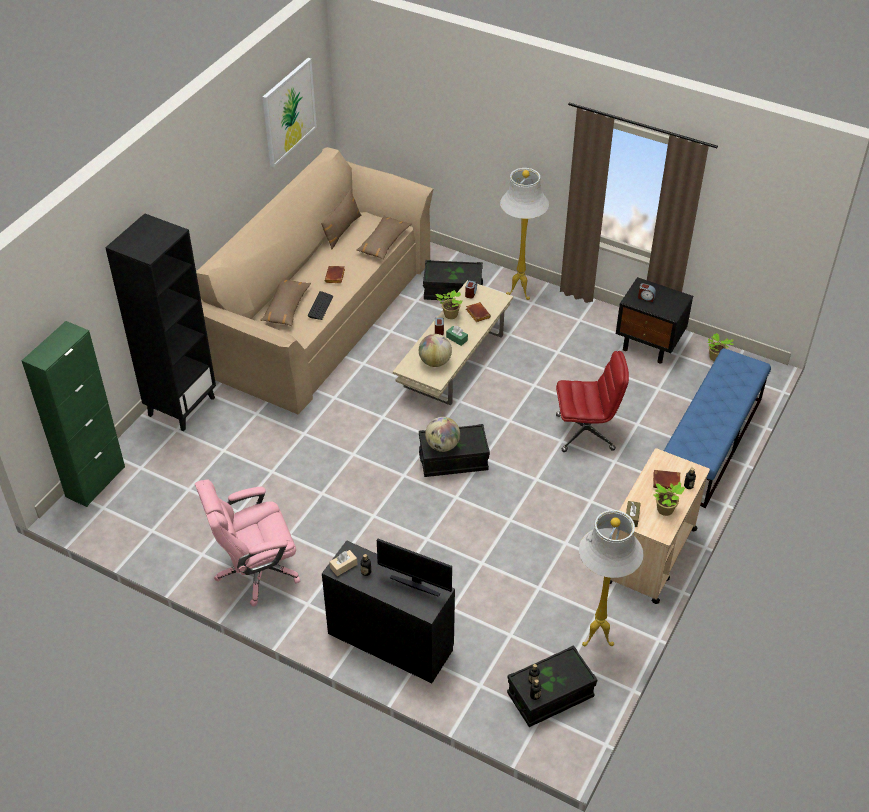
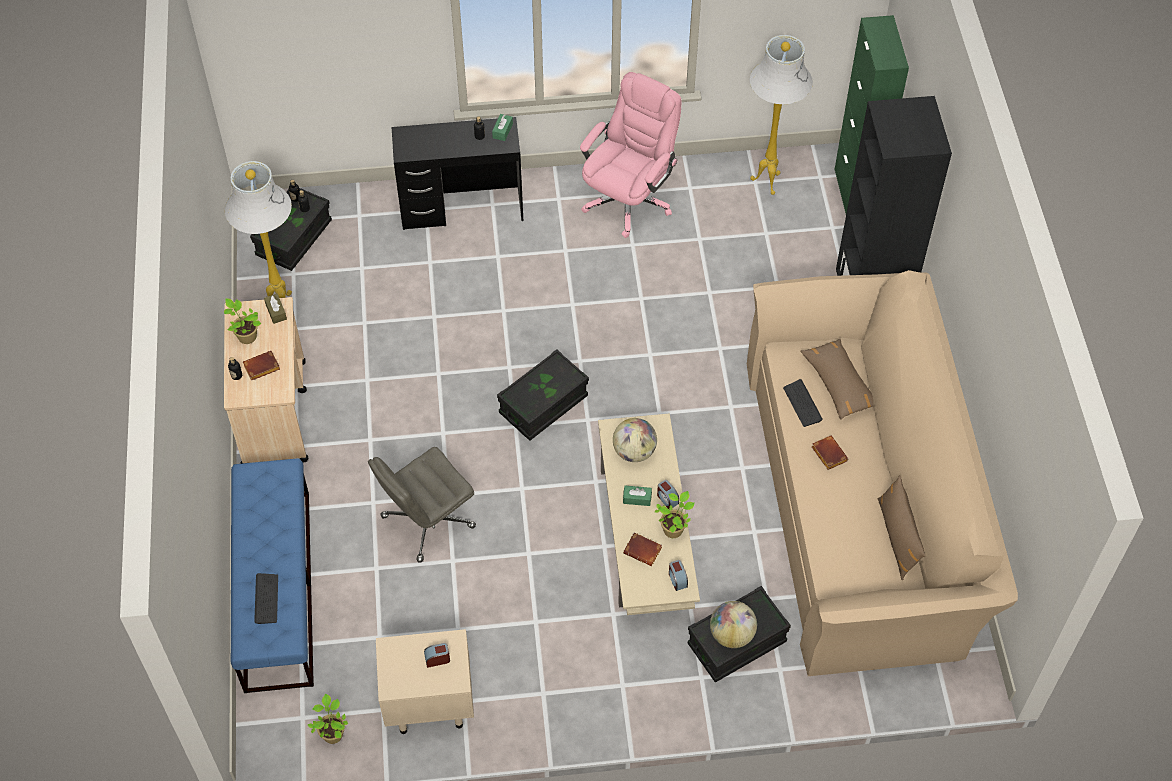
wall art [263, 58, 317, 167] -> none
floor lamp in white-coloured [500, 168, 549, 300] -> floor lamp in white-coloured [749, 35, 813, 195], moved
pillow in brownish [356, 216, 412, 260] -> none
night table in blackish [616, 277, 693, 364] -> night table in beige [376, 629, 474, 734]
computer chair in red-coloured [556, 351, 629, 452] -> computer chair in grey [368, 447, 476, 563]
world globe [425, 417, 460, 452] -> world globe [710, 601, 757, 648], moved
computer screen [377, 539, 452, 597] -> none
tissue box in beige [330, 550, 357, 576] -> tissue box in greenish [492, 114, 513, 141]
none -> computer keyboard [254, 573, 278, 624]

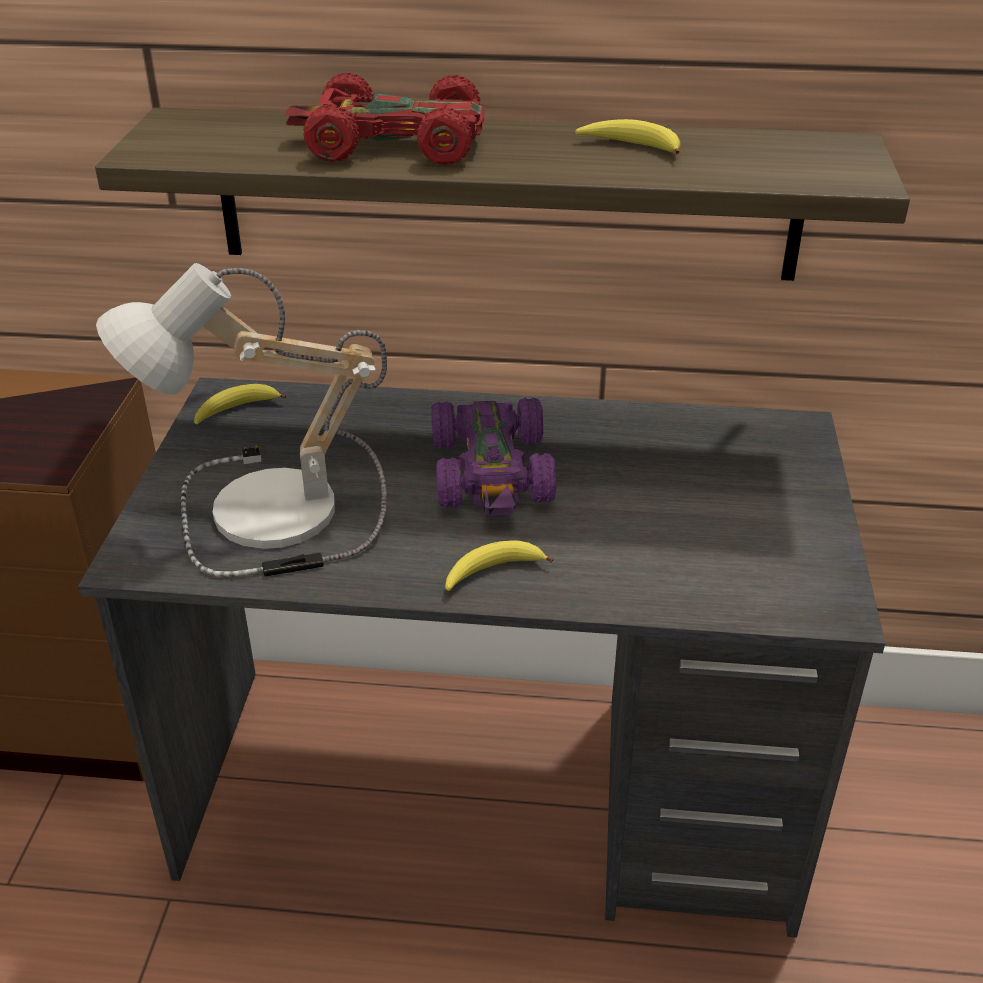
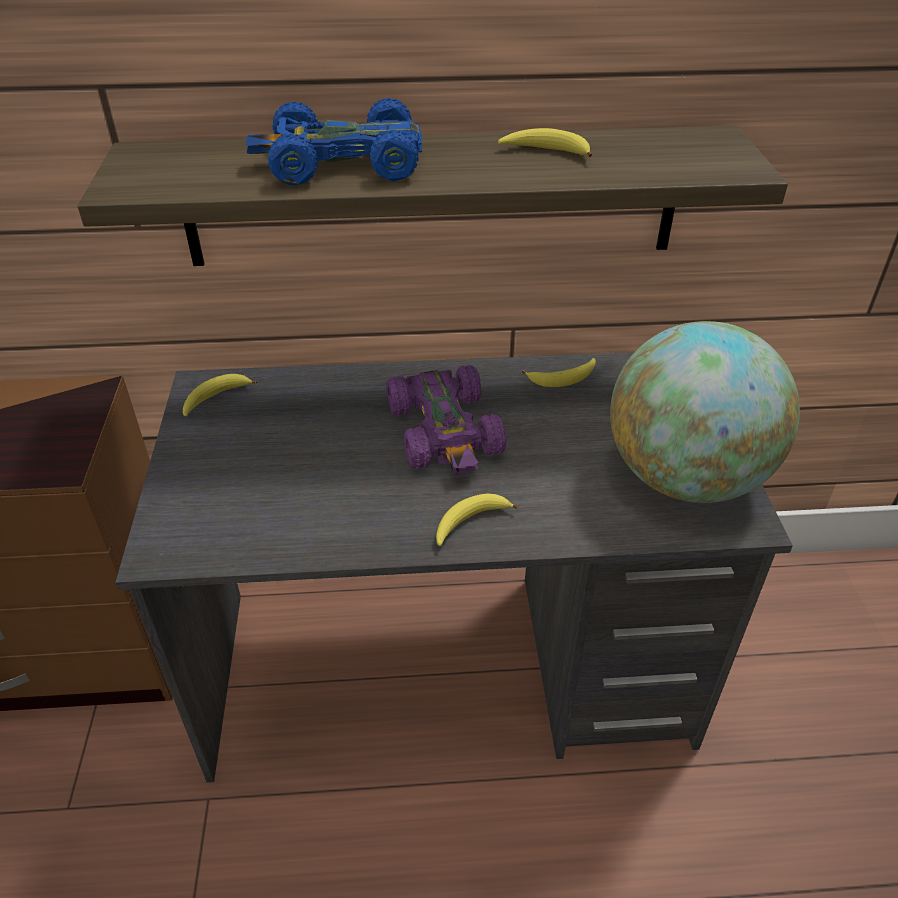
model car in red-coloured [285, 73, 485, 165] -> model car in blue-coloured [245, 98, 422, 185]
lamp for a table [96, 263, 387, 577] -> none
none -> world globe [610, 321, 800, 503]
none -> whole banana [522, 358, 596, 387]

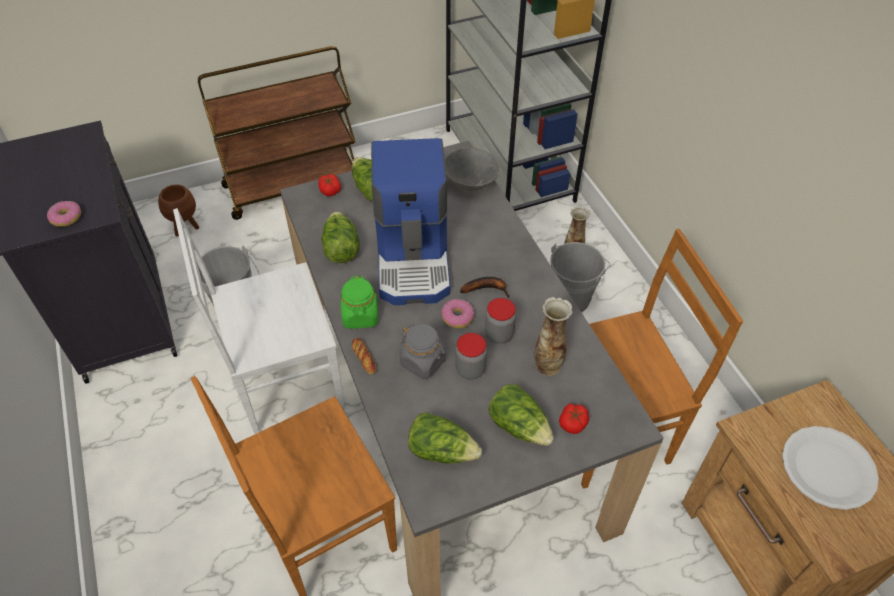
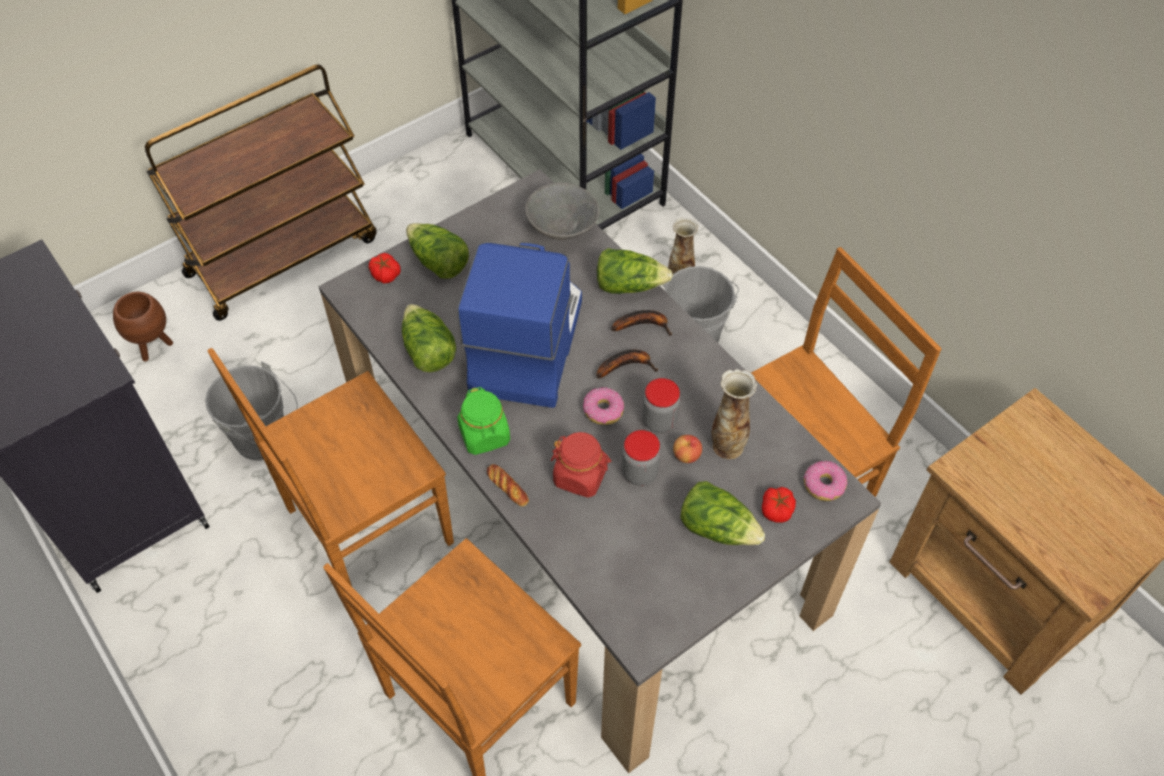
coffee machine [371, 138, 450, 305] -> coffee machine [457, 242, 582, 408], 150 degrees counterclockwise
doughnut [47, 201, 81, 227] -> doughnut [804, 461, 847, 501], moved
upright chair in white-coloured [173, 208, 345, 434] -> upright chair in brownish [207, 348, 454, 586]
preserve jar in grey [400, 324, 446, 379] -> preserve jar in red-coloured [551, 432, 611, 498]
head of lettuce [408, 412, 482, 464] -> head of lettuce [597, 248, 673, 294], moved
plate in white-coloured [782, 426, 879, 510] -> none
none -> whole banana [611, 310, 672, 336]
none -> apple [673, 435, 702, 463]

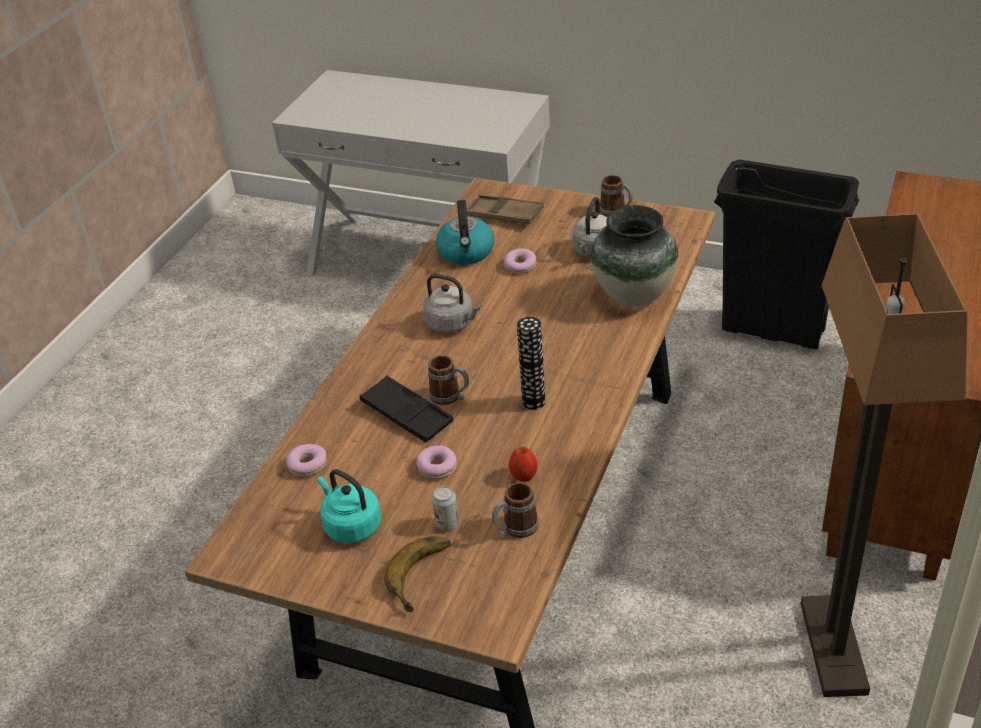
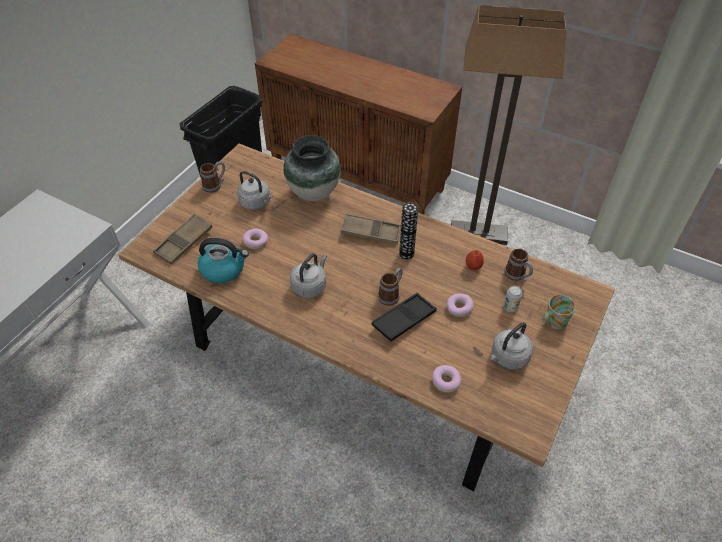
water kettle in blue-green [318, 469, 381, 543] -> water kettle in grey [490, 322, 533, 370]
whole banana [385, 536, 451, 612] -> mug [542, 295, 575, 330]
none -> serving tray in brownish [341, 213, 401, 245]

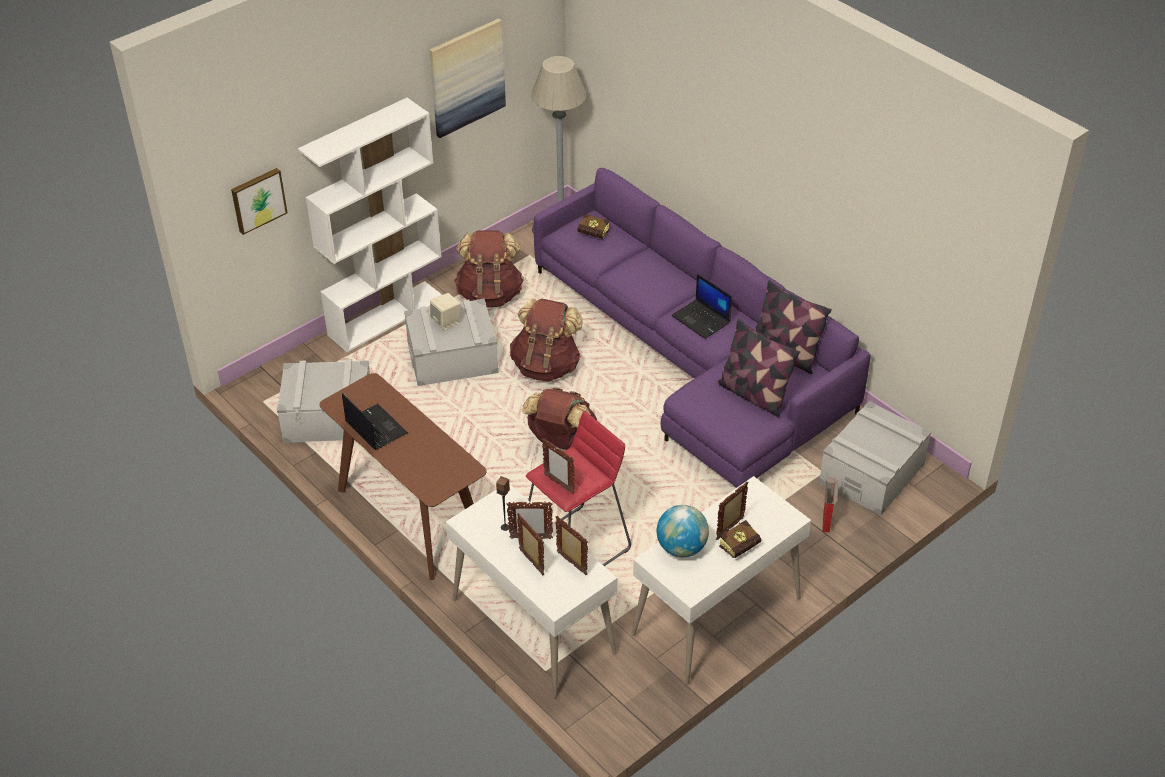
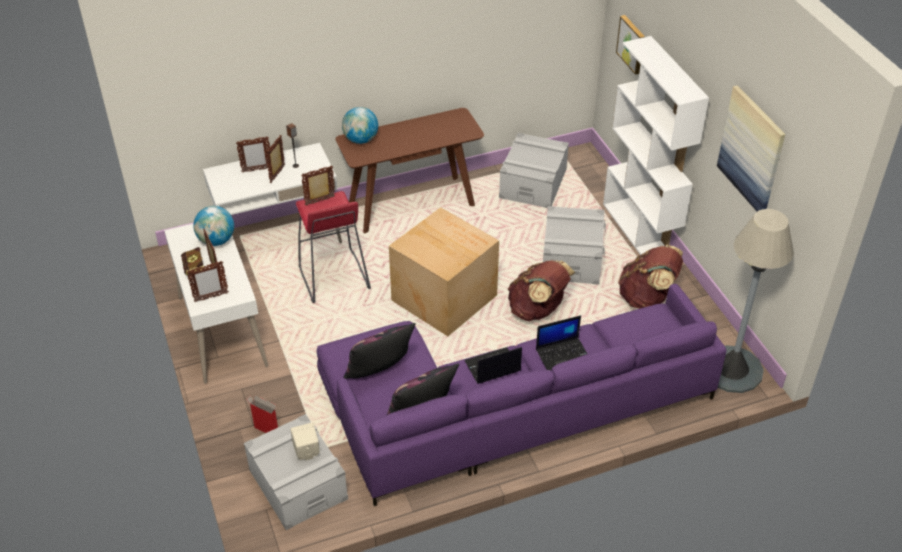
volume [577, 213, 613, 239] -> none
audio speaker in beige [430, 293, 461, 331] -> audio speaker in beige [290, 422, 320, 461], moved
backpack in brownish [522, 387, 597, 450] -> cardboard box [389, 207, 499, 336]
notebook computer [342, 393, 408, 450] -> notebook computer [536, 315, 587, 370], moved
picture frame [555, 515, 588, 575] -> picture frame [186, 261, 229, 302], moved
none -> world globe [342, 107, 378, 144]

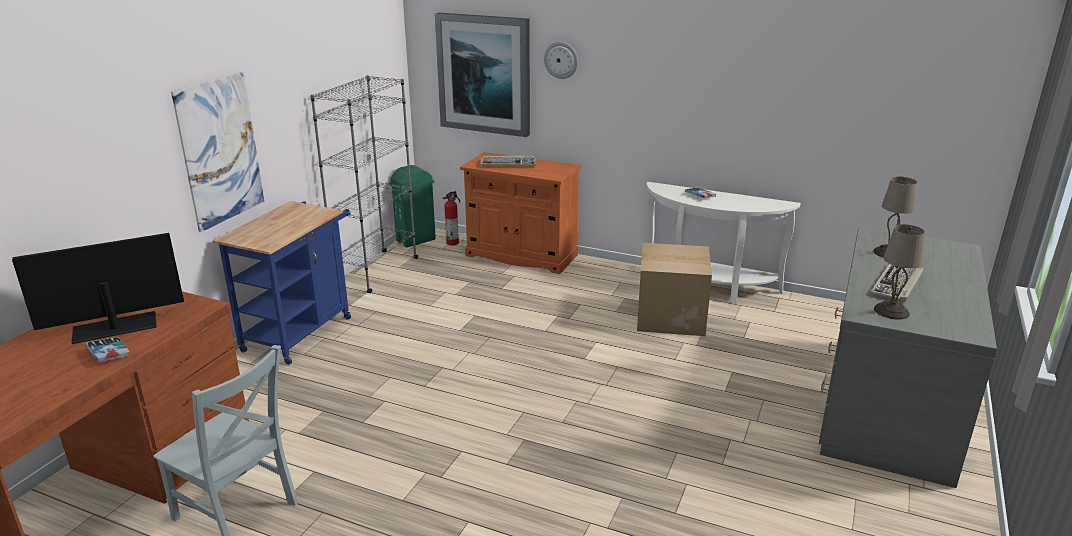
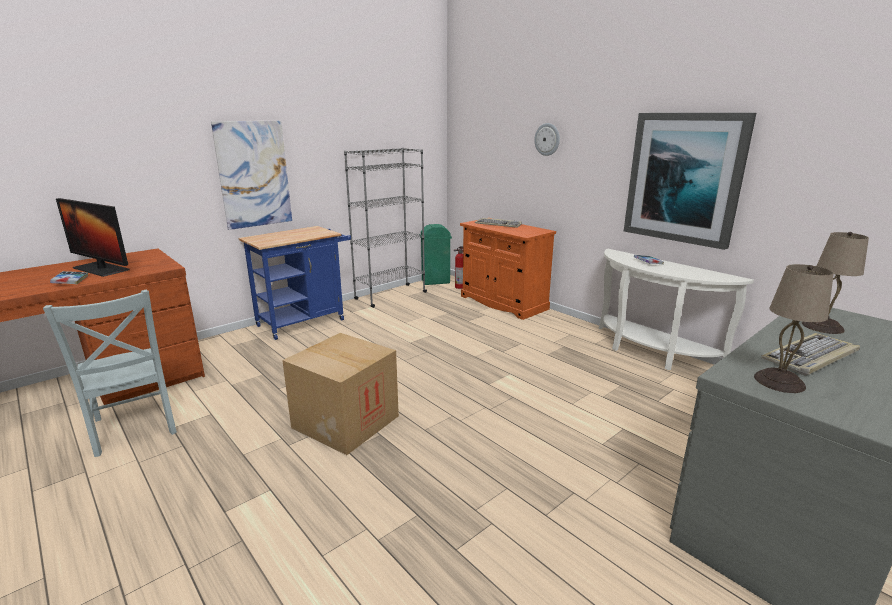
wall art [435, 13, 530, 137] -> wall art [624, 113, 756, 250], moved
computer screen [12, 233, 184, 344] -> computer screen [56, 198, 129, 277], 150 degrees counterclockwise
cardboard box [637, 243, 712, 336] -> cardboard box [282, 333, 399, 455], moved

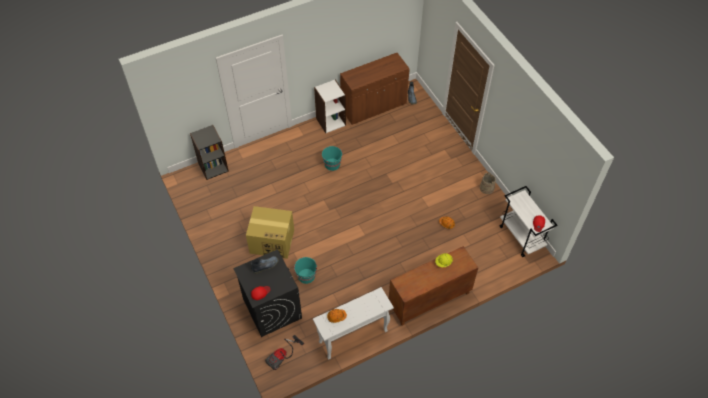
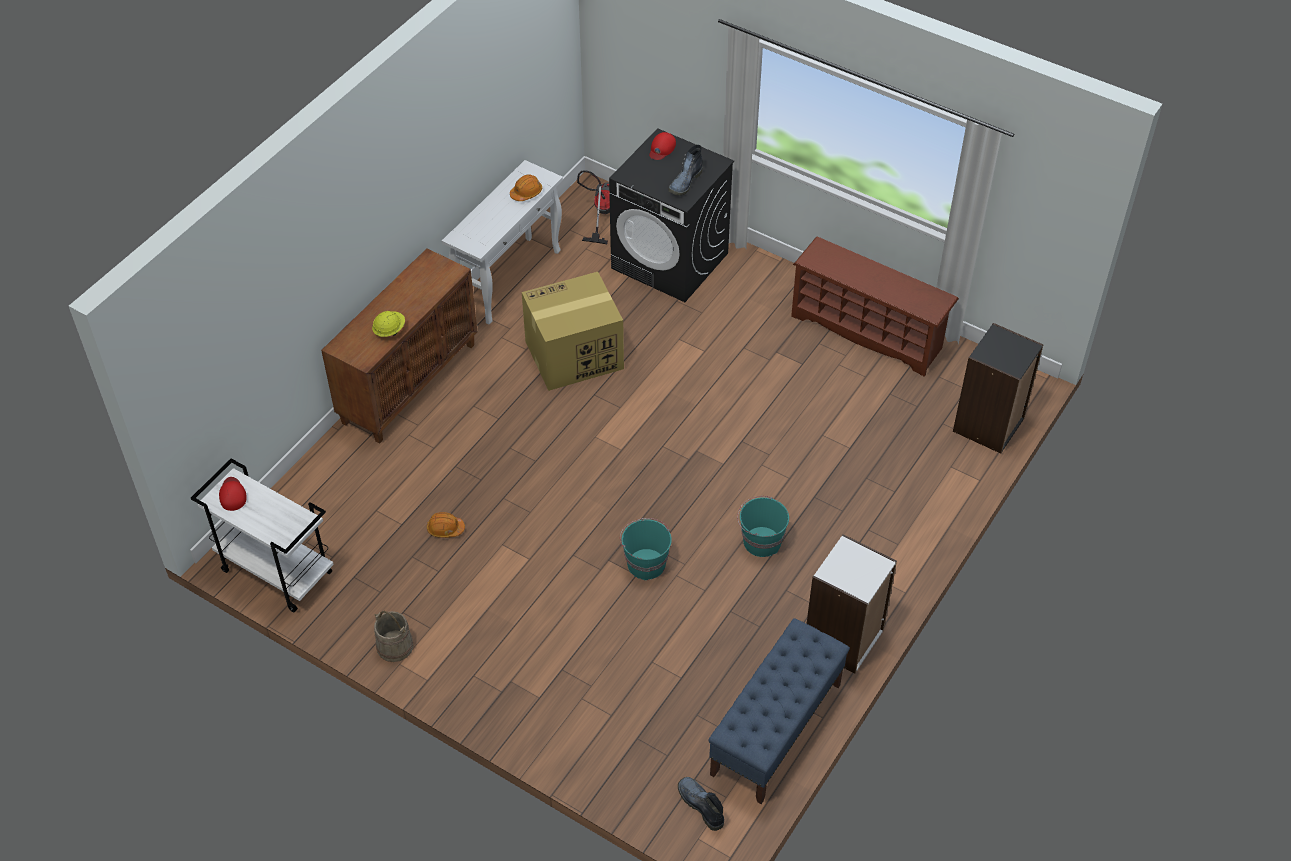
cupboard in brownish [340, 53, 410, 125] -> indoor bench in blue-coloured [708, 618, 850, 804]
cardboard box [246, 206, 294, 259] -> cardboard box [522, 272, 624, 391], moved
pail in blue-green [294, 257, 317, 284] -> pail in blue-green [620, 518, 672, 580], moved
none -> shoe stand in brownish [791, 237, 959, 377]

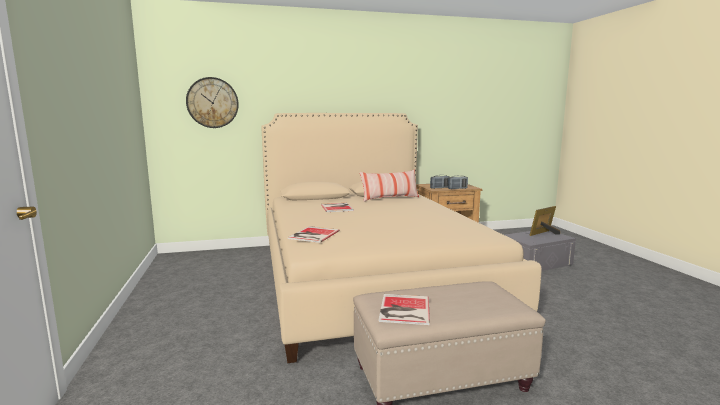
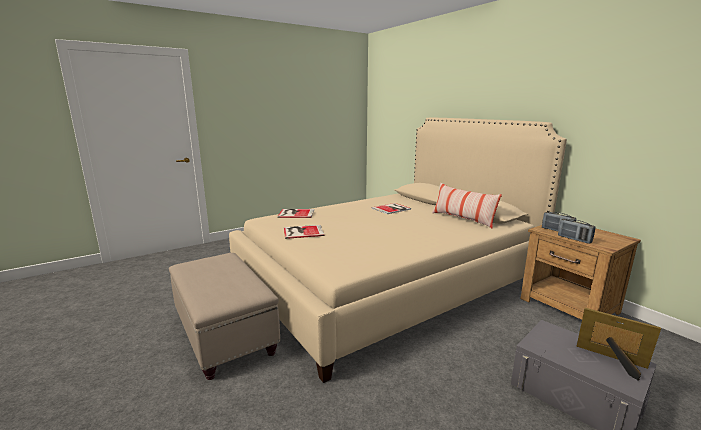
wall clock [186, 77, 239, 128] -> none
volume [379, 294, 430, 325] -> volume [284, 225, 325, 239], moved

